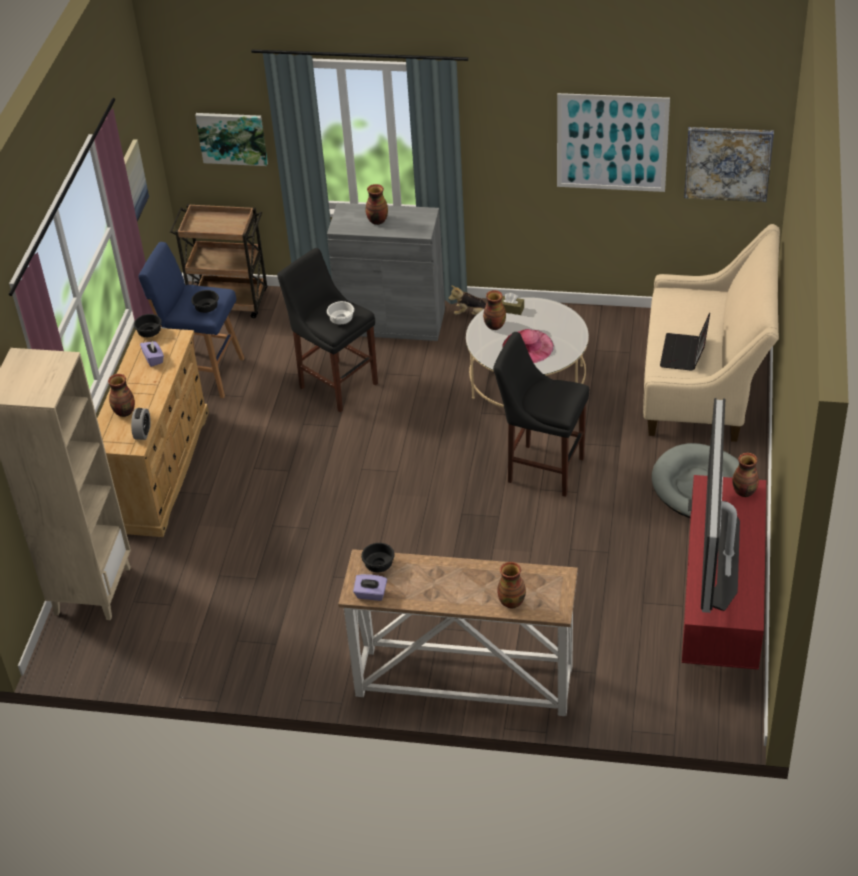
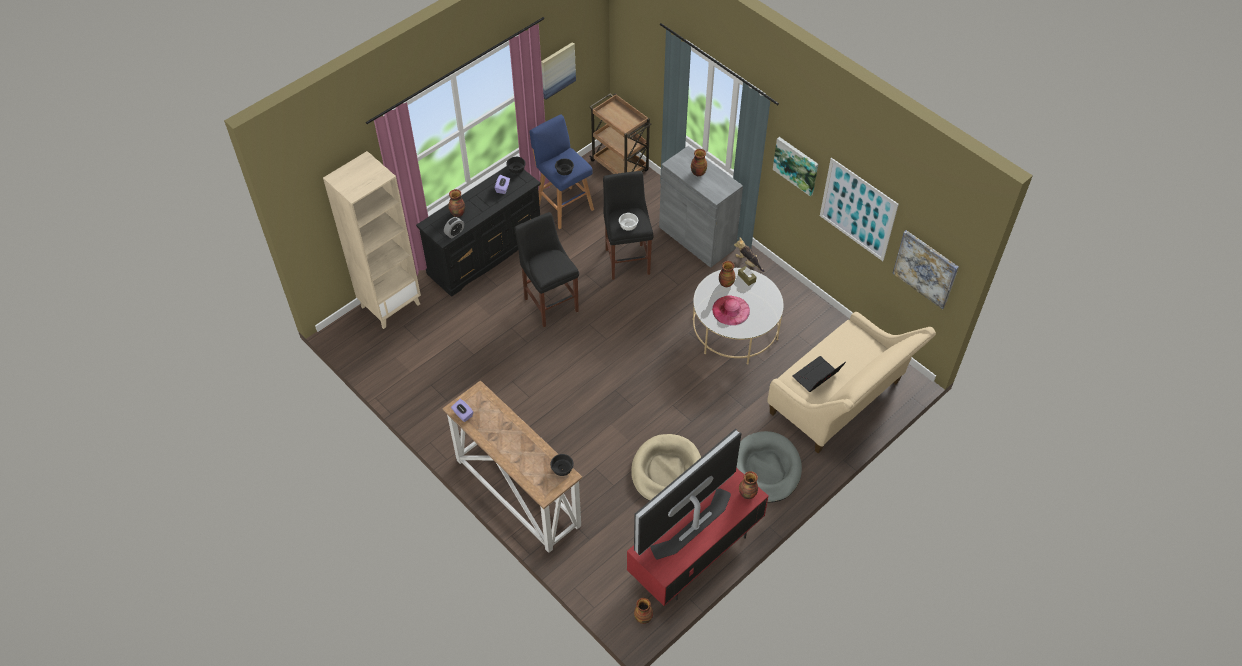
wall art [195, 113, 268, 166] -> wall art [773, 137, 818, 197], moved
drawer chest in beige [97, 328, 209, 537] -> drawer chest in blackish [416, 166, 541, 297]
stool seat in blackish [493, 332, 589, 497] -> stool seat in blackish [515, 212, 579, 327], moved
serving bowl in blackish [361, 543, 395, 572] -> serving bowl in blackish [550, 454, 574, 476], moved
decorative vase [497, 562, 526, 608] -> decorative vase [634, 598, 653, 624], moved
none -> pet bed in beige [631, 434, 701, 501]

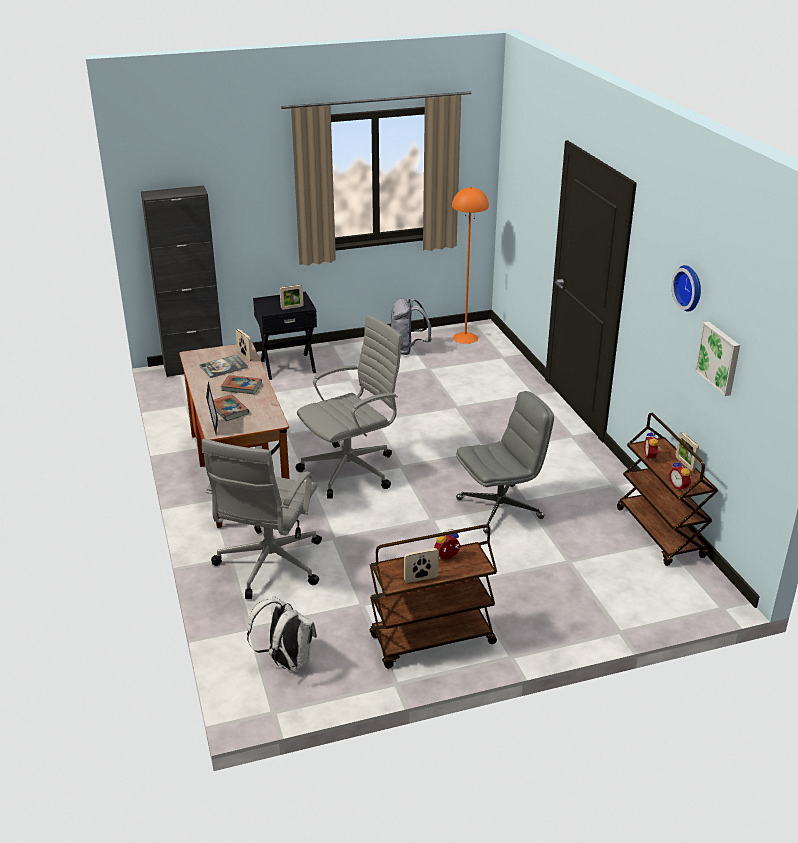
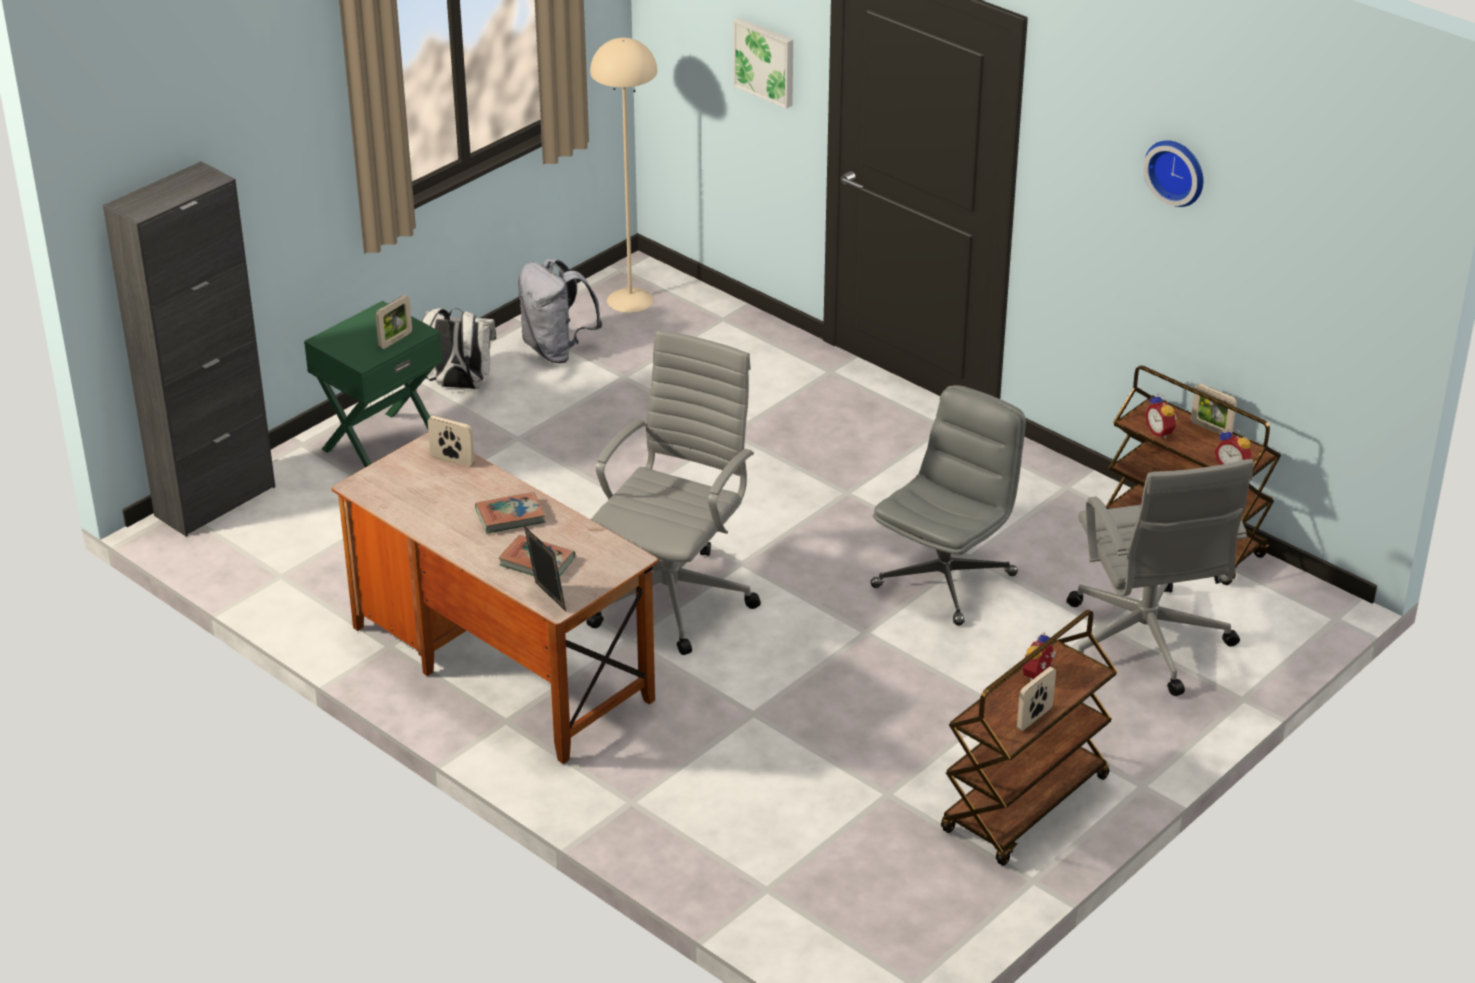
floor lamp in orange [452, 187, 489, 344] -> floor lamp in beige [590, 38, 657, 313]
night table in blackish [253, 292, 317, 380] -> night table in greenish [304, 301, 442, 467]
wall art [695, 321, 740, 396] -> wall art [733, 18, 793, 109], moved
volume [200, 355, 248, 378] -> none
computer chair in grey [202, 439, 322, 599] -> computer chair in grey [1066, 459, 1254, 696], moved
backpack in white-coloured [247, 596, 317, 672] -> backpack in white-coloured [422, 308, 496, 389], moved

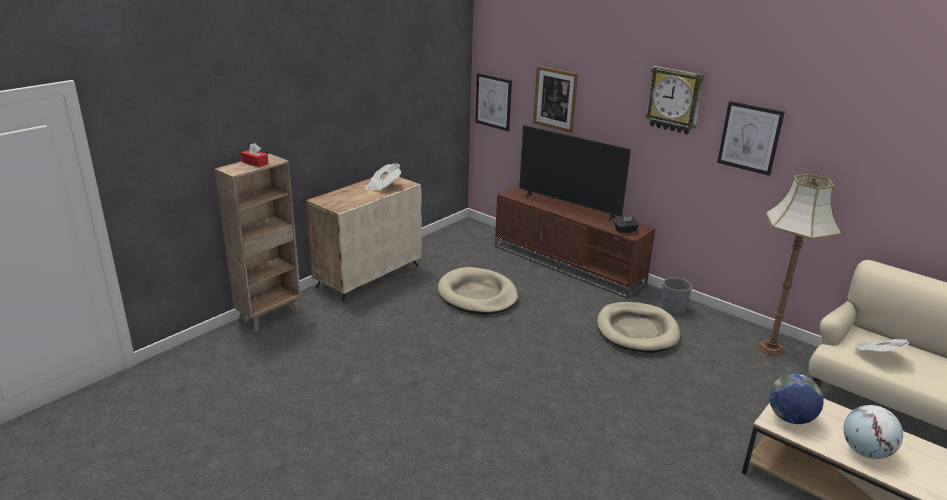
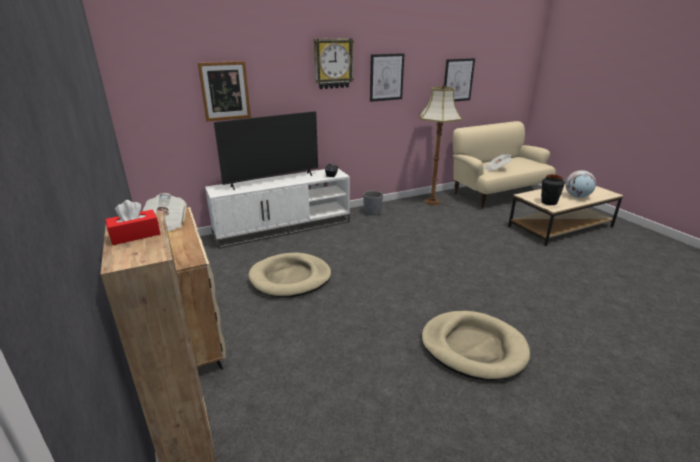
wall art [475, 73, 512, 131] -> wall art [444, 58, 475, 101], moved
tv unit in brownish [495, 185, 655, 299] -> tv unit in white-coloured [205, 169, 350, 249]
pet bed in beige [597, 302, 680, 353] -> pet bed in beige [421, 311, 530, 380], moved
world globe [769, 374, 824, 424] -> decorative vase in blackish [541, 174, 565, 205]

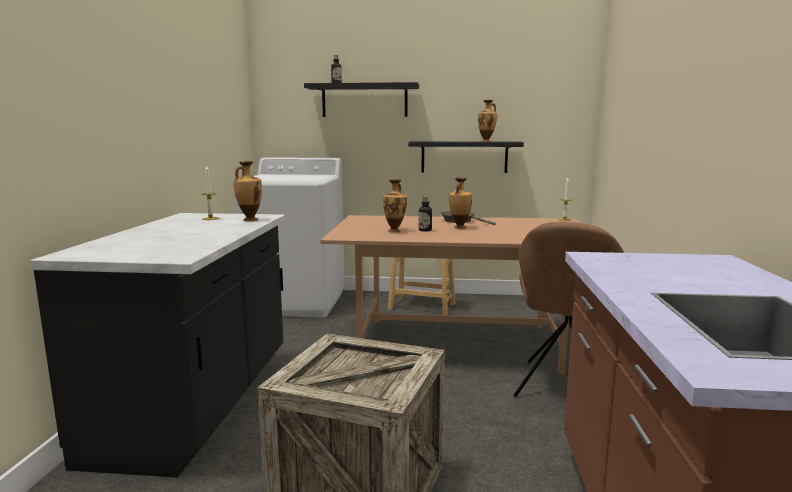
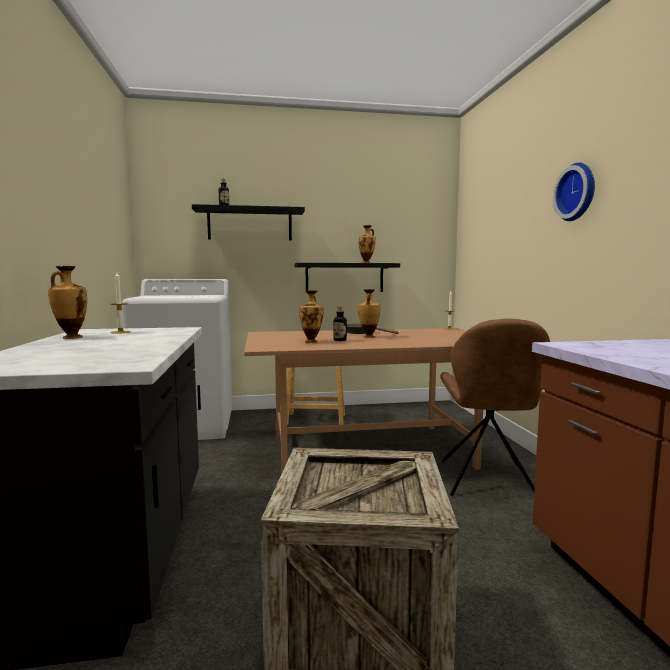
decorative vase [233, 161, 262, 221] -> decorative vase [48, 266, 87, 339], moved
none -> wall clock [553, 163, 595, 221]

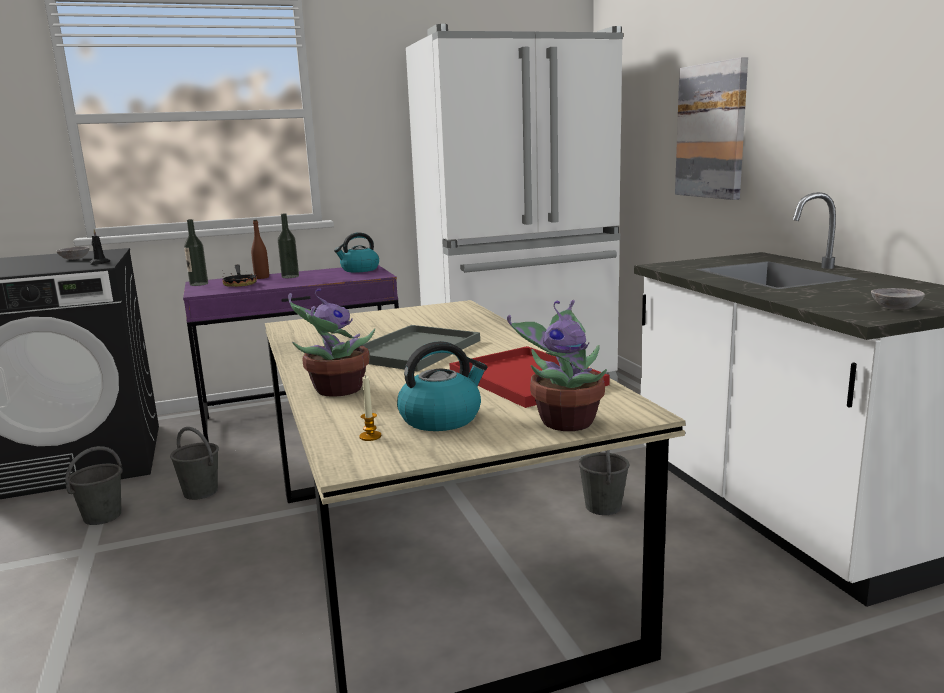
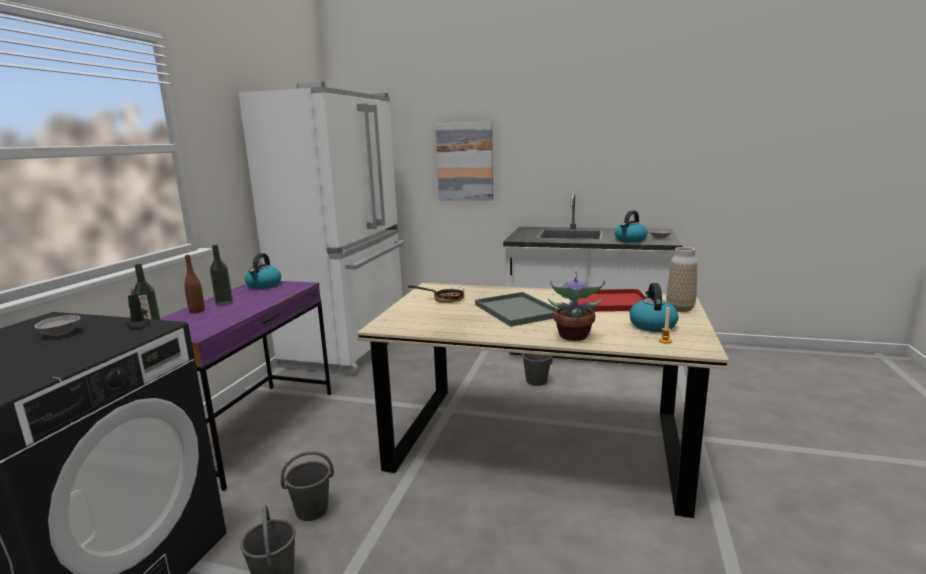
pan [222, 265, 257, 287] -> pan [408, 285, 464, 303], moved
plant in a pot [507, 300, 607, 431] -> decorative vase [666, 247, 697, 312]
none -> water kettle [615, 210, 647, 243]

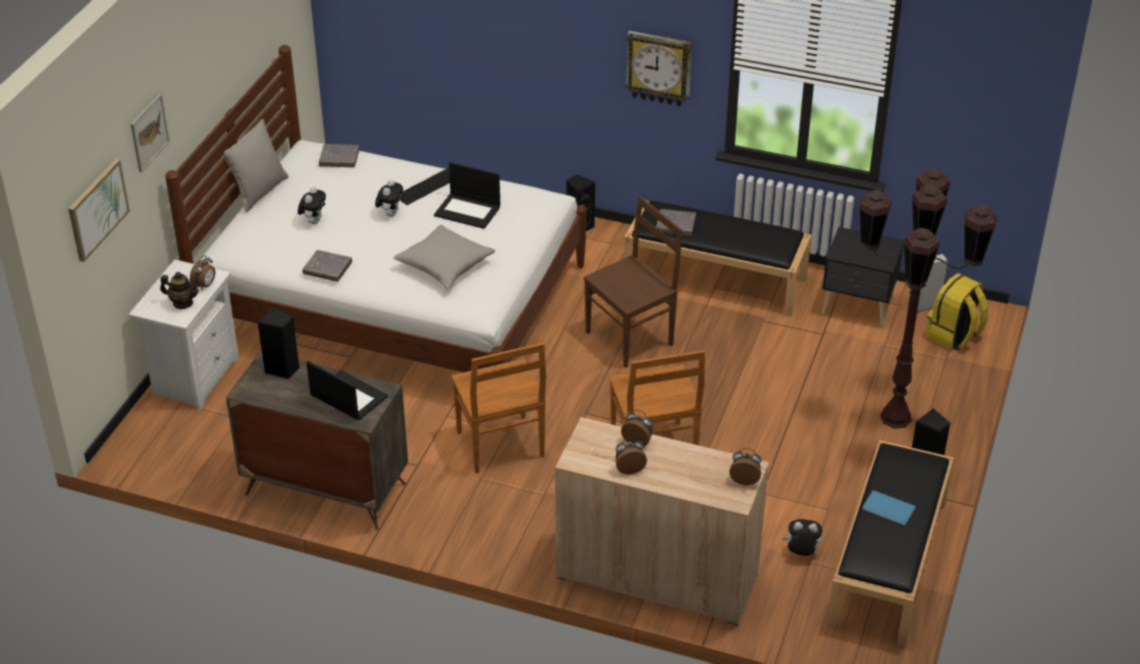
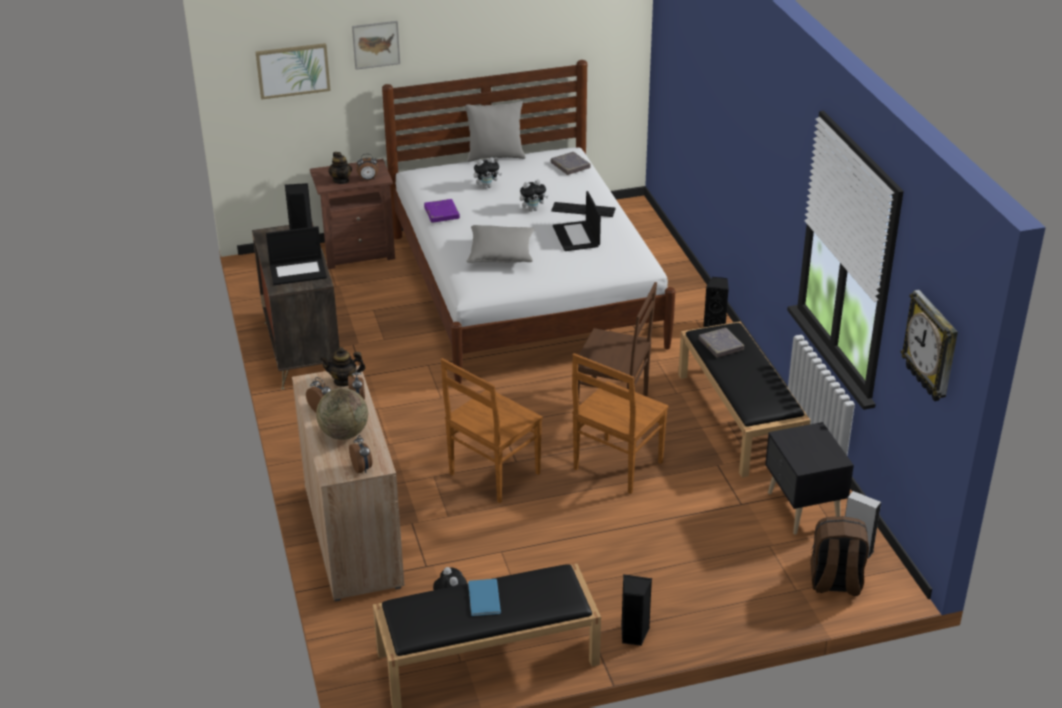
wall clock [625, 31, 692, 106] -> wall clock [900, 290, 958, 401], moved
floor lamp in brownish [859, 168, 997, 429] -> none
volume in grey [302, 250, 352, 282] -> volume in purplish [424, 199, 460, 223]
night table in white-coloured [128, 260, 239, 411] -> night table in brownish [310, 159, 395, 269]
backpack in yellow-coloured [926, 273, 988, 351] -> backpack in brownish [810, 516, 869, 596]
upright chair in brownish [452, 343, 546, 473] -> upright chair in brownish [572, 353, 669, 494], moved
notebook computer [306, 361, 388, 420] -> notebook computer [266, 226, 327, 285], 75 degrees clockwise
none -> teapot [320, 347, 366, 387]
none -> world globe [316, 388, 368, 440]

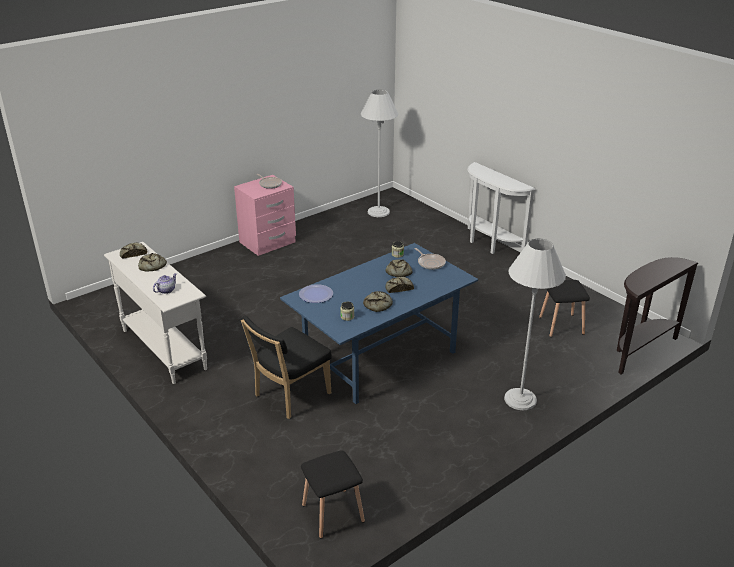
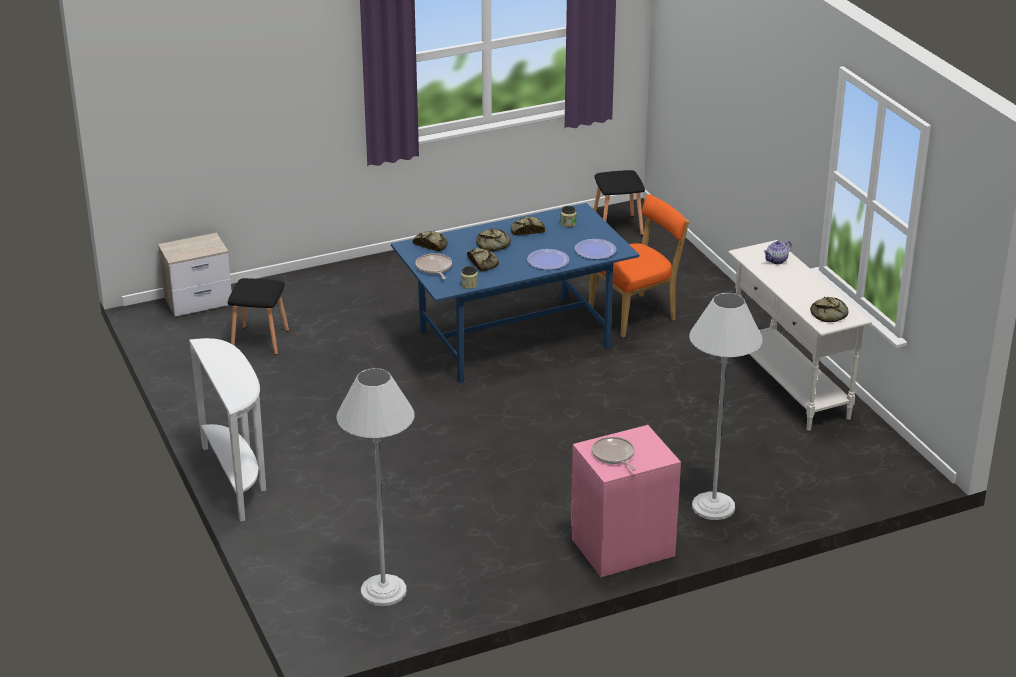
floor lamp in white-coloured [504, 238, 566, 410] -> floor lamp in white-coloured [689, 292, 763, 520], moved
bakery bread [138, 253, 167, 272] -> bakery bread [412, 231, 448, 251], moved
hall table in brownish [617, 257, 698, 375] -> night table [158, 233, 232, 317]
upright chair in blackish [241, 315, 332, 419] -> upright chair in orange [589, 194, 689, 338]
none -> plate [527, 249, 569, 270]

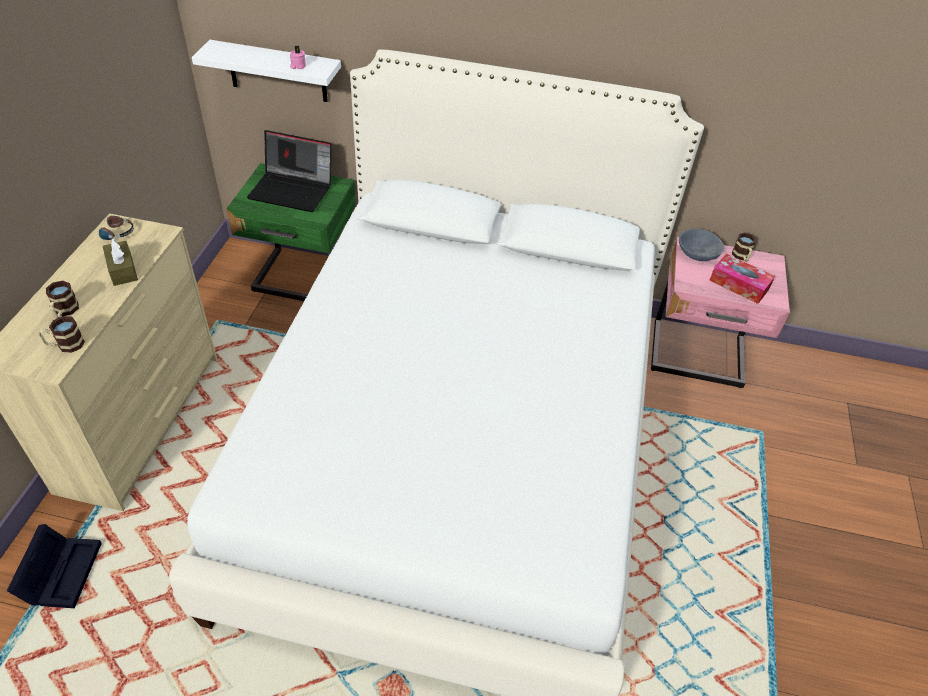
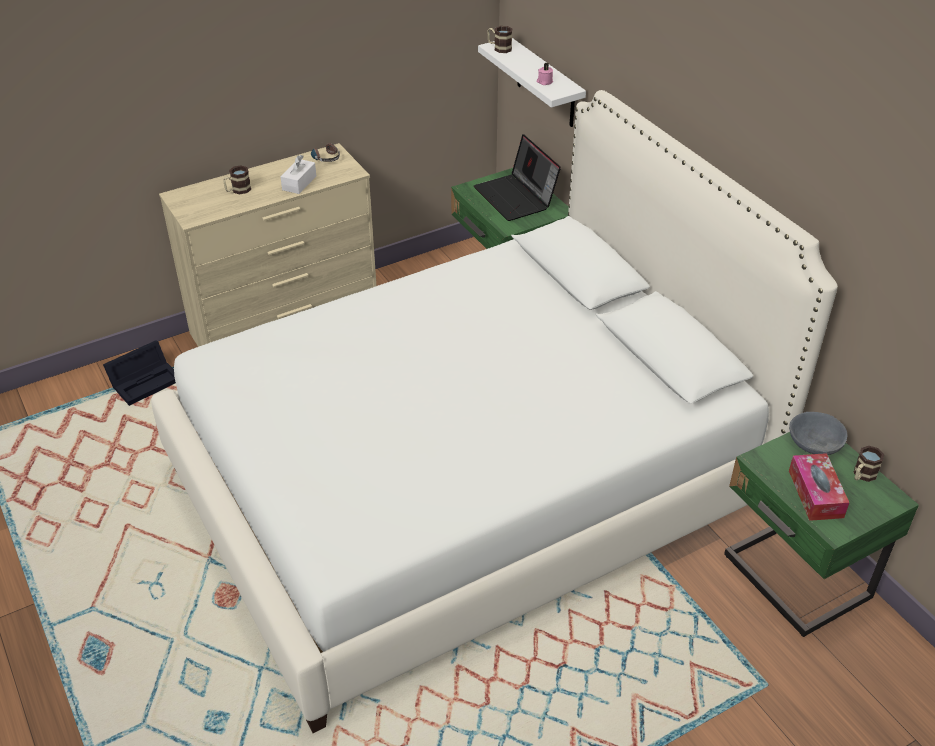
night table in pinkish [651, 237, 790, 388] -> night table in greenish [724, 432, 919, 637]
tissue box in brownish [103, 239, 138, 286] -> tissue box in white-coloured [280, 155, 316, 194]
mug [39, 316, 85, 353] -> mug [487, 26, 513, 53], moved

